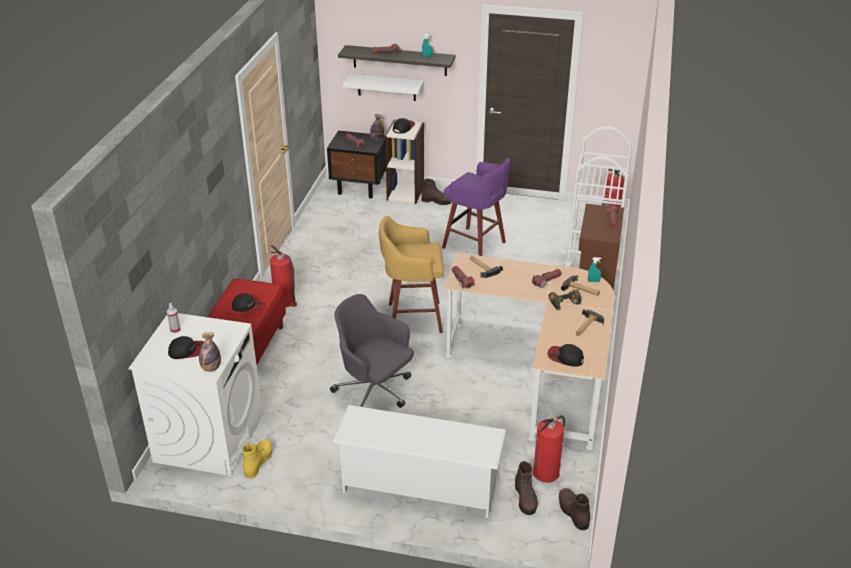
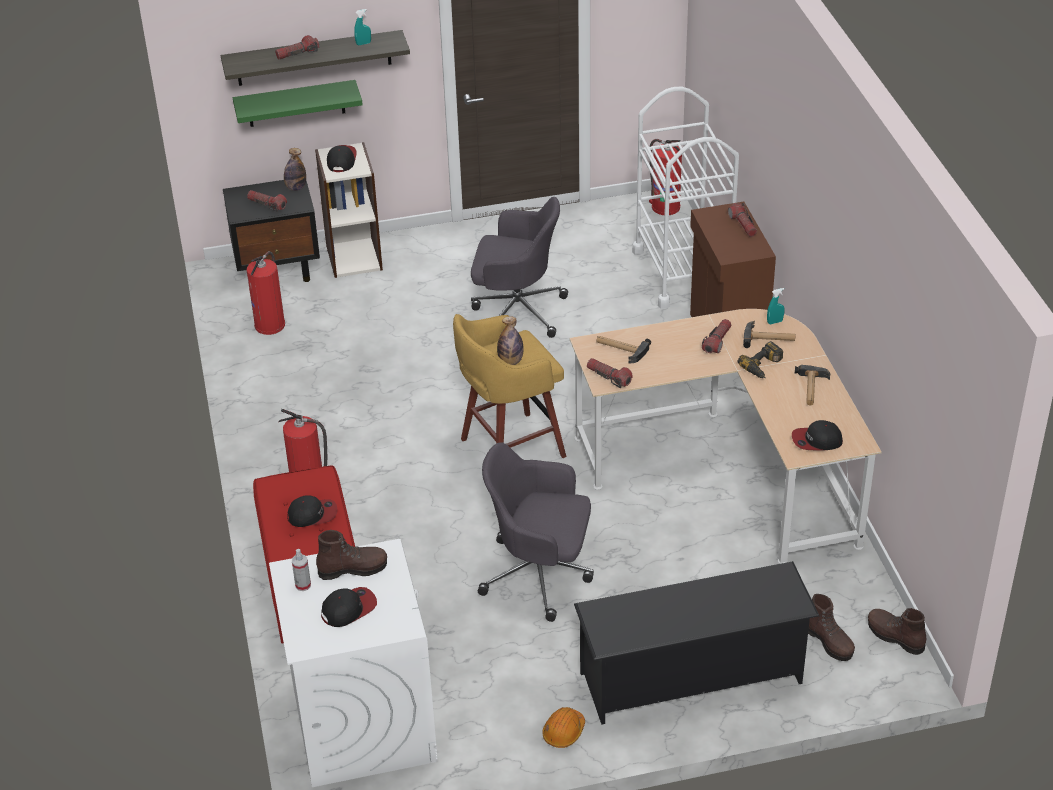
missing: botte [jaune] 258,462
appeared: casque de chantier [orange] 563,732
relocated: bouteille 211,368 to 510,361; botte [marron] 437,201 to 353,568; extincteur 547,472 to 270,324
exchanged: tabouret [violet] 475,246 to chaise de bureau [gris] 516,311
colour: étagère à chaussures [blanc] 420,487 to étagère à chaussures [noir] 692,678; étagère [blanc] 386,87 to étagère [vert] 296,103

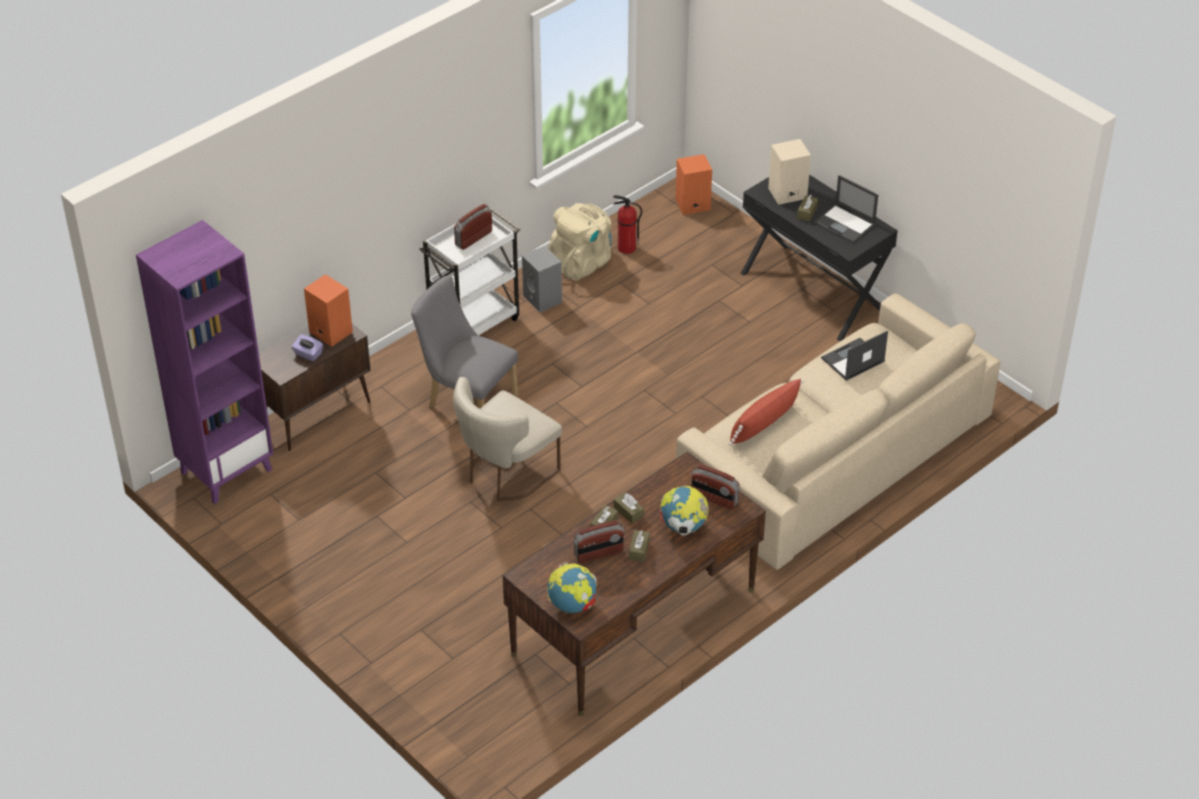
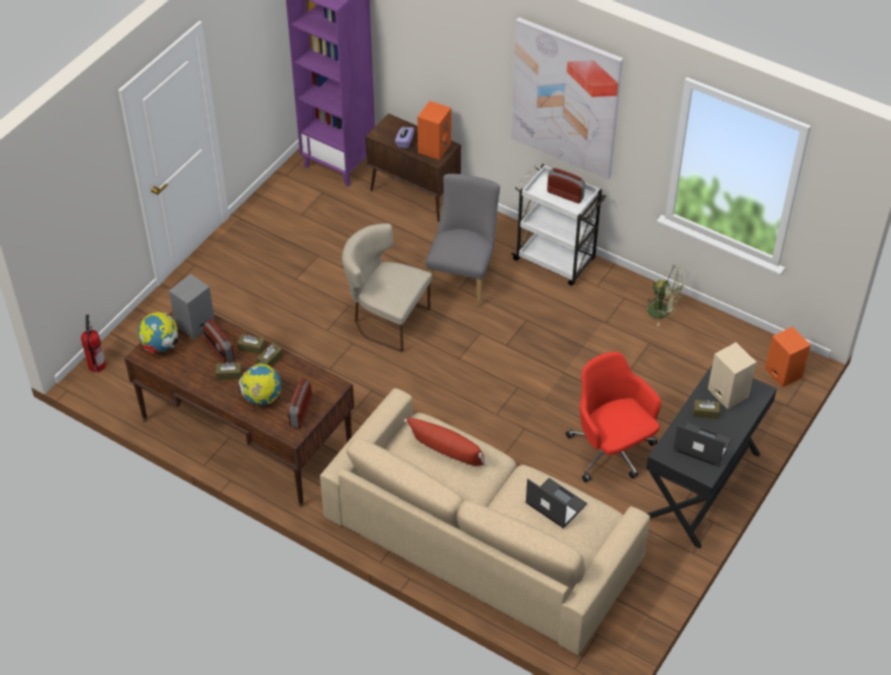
appeared: tableau 566,98; chaise de bureau [rouge] 611,451
relocated: enceinte [gris] 543,299 to 195,325; extincteur 626,248 to 96,364
exchanged: sac à dos [beige] 581,263 to ventilateur [vert] 663,312
spun: ordinateur portable 845,224 = 701,444 90 degrees clockwise

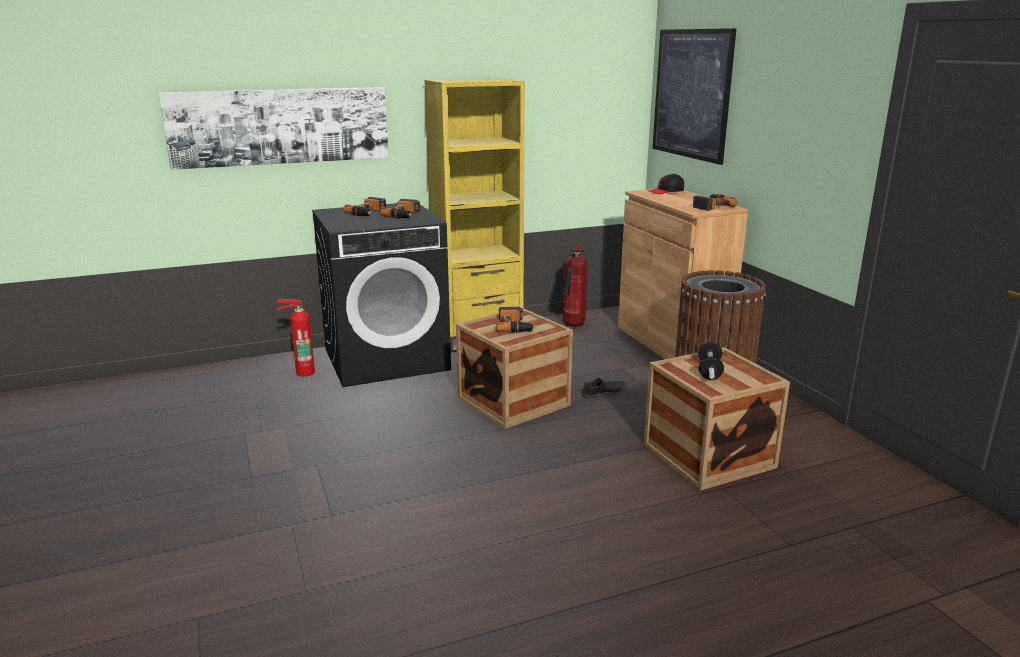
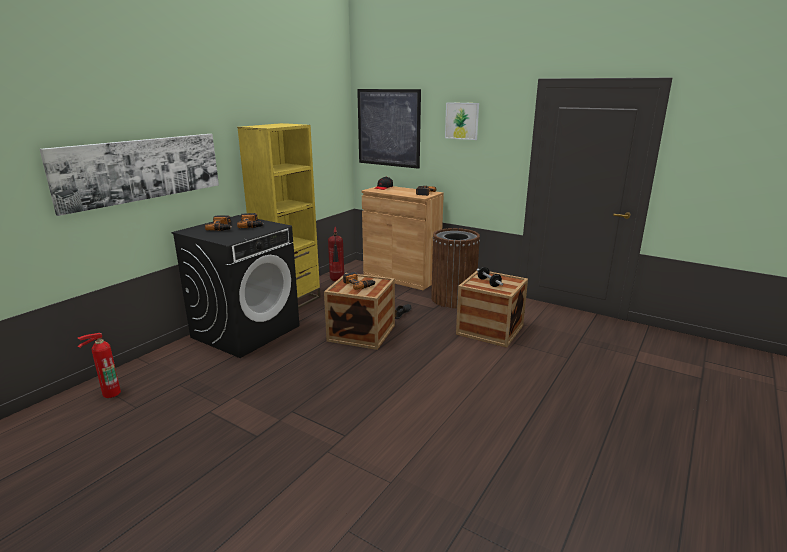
appeared: tableau 462,121
relocated: extincteur 303,372 to 109,393

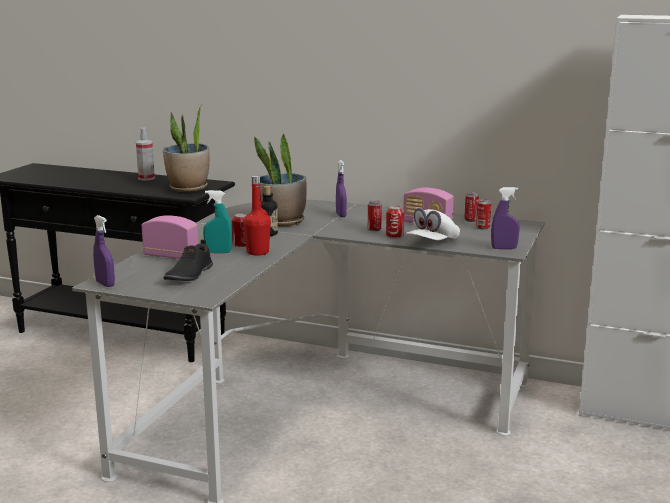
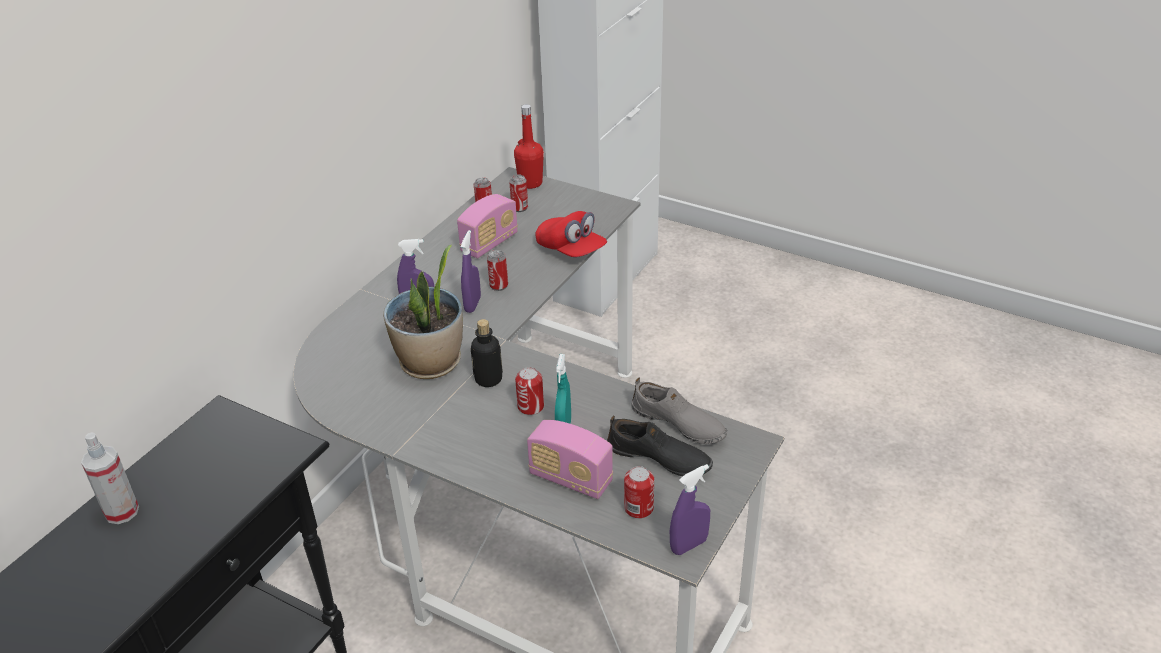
missing: plante en pot 188,188
appeared: chaussure [gris] 678,424
relocated: bouteille [rouge] 257,252 to 530,183; boîte métallique 394,235 to 638,508; vaporisateur [violet] 504,248 to 472,304
colour: casquette [blanc] 432,243 to casquette [rouge] 571,250
spun: radio 171,256 = 570,479 90 degrees counterclockwise

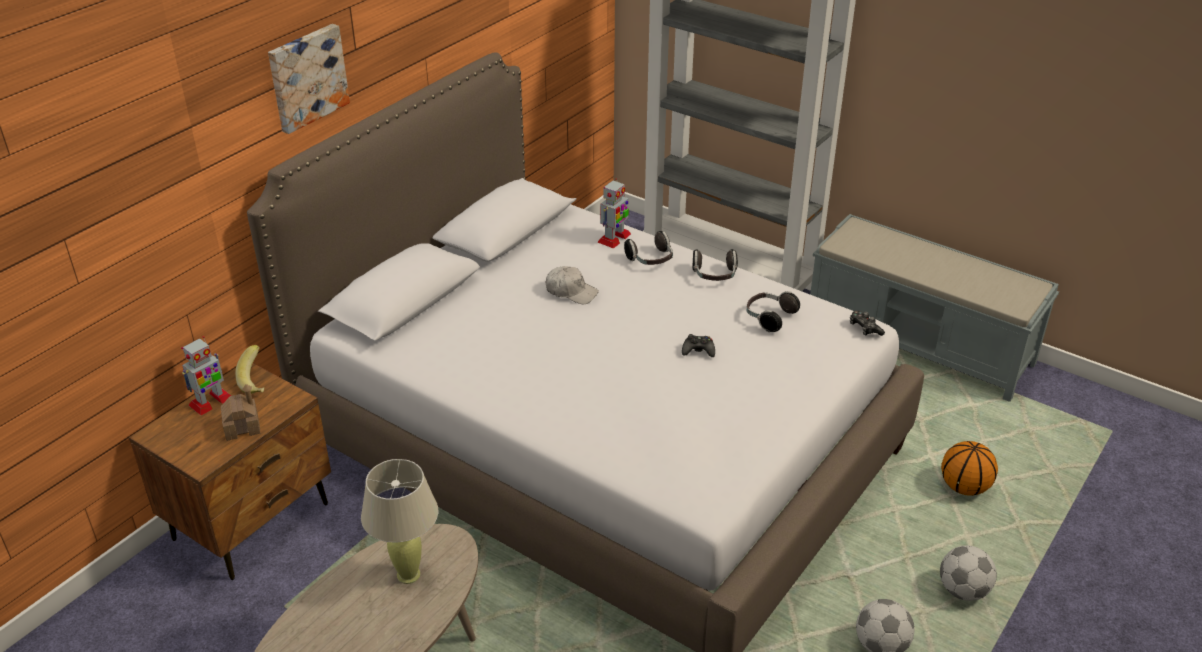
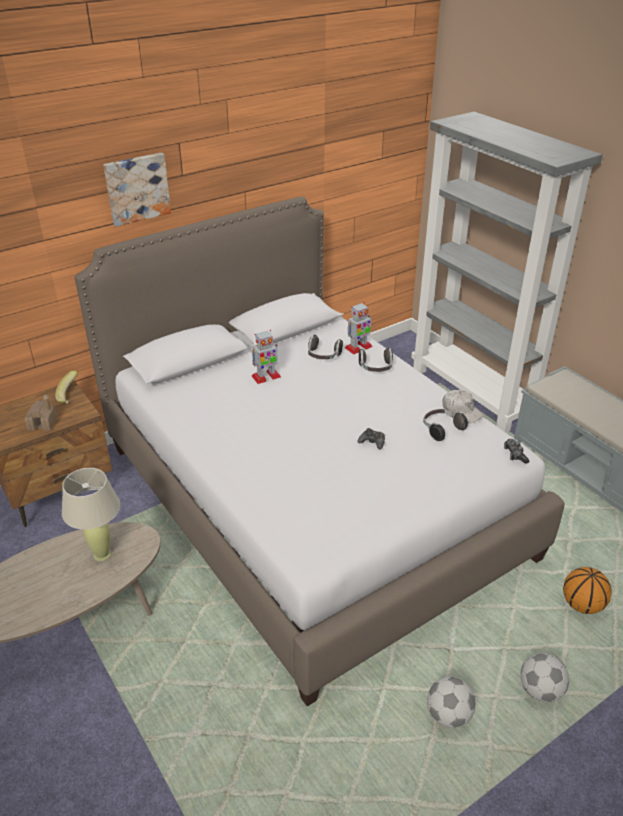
relocated: robot jouet 210,402 to 266,377; casquette [blanc] 571,291 to 462,411; casque audio 714,276 to 323,356

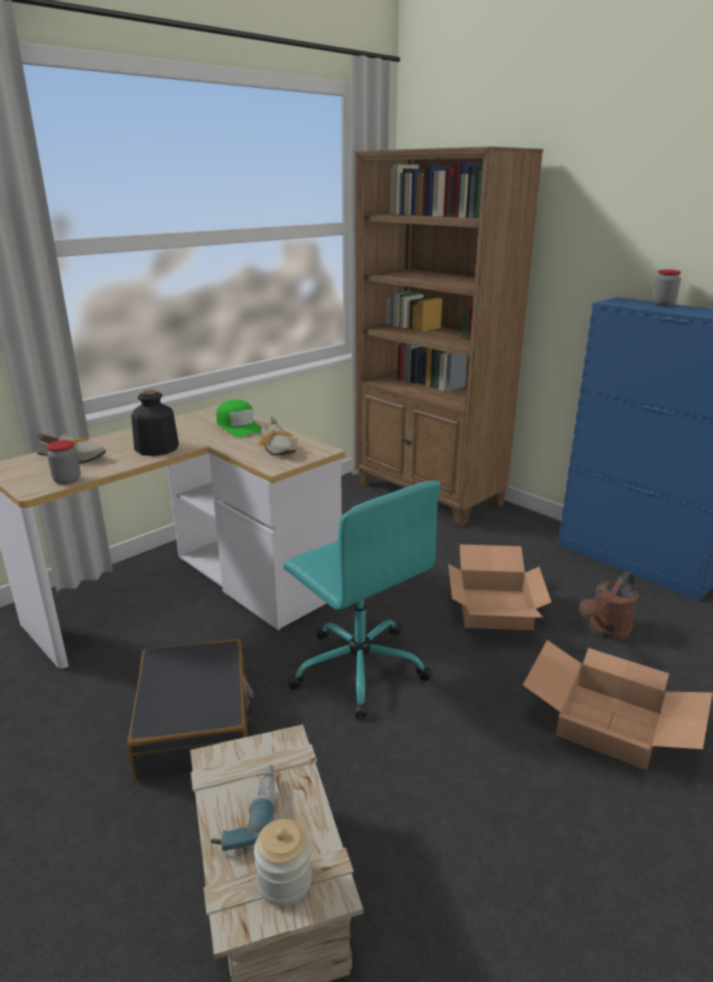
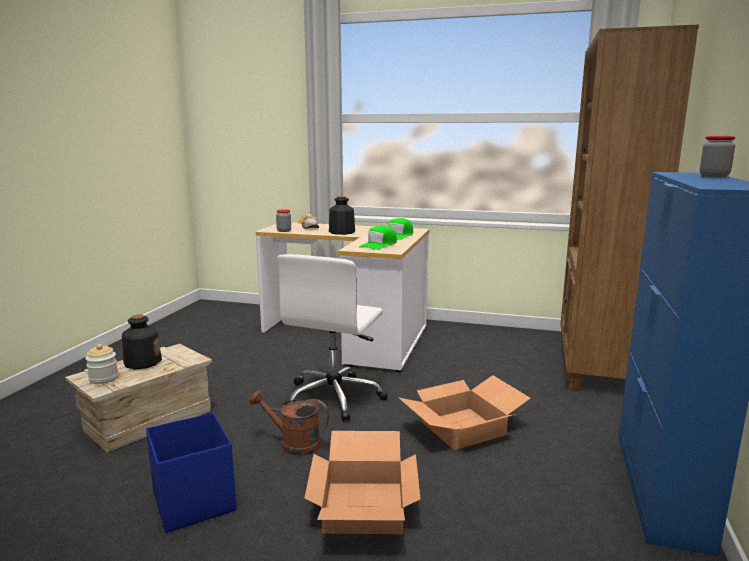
missing: valise [noir] 196,723
appeared: boîte de rangement [bleu] 194,500
relocated: arrosoir [marron] 606,631 to 293,444
exchanged: perceuse 248,812 to bouteille 142,362; chaussure 278,448 to casquette [vert] 379,245
colour: chaise de bureau [turquoise] 358,667 to chaise de bureau [blanc] 335,397

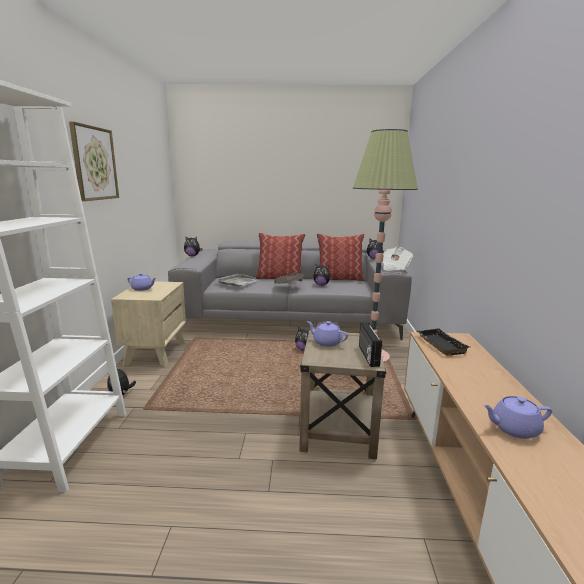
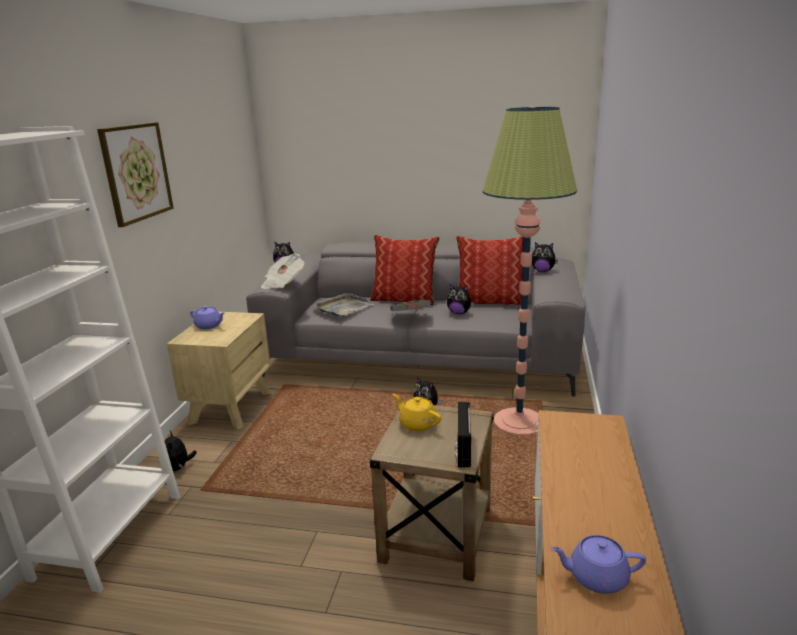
missing: plateau [noir] 439,345
relocated: journal 394,268 to 283,283
colour: théière [violet] 326,342 to théière [jaune] 417,424

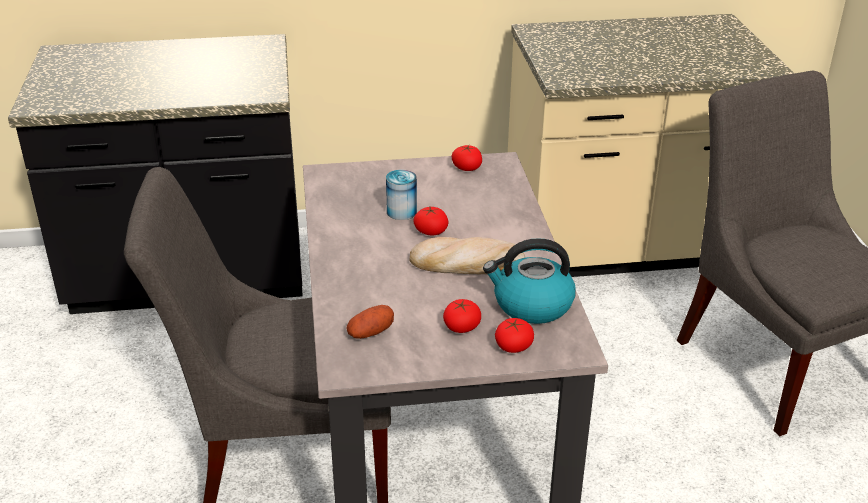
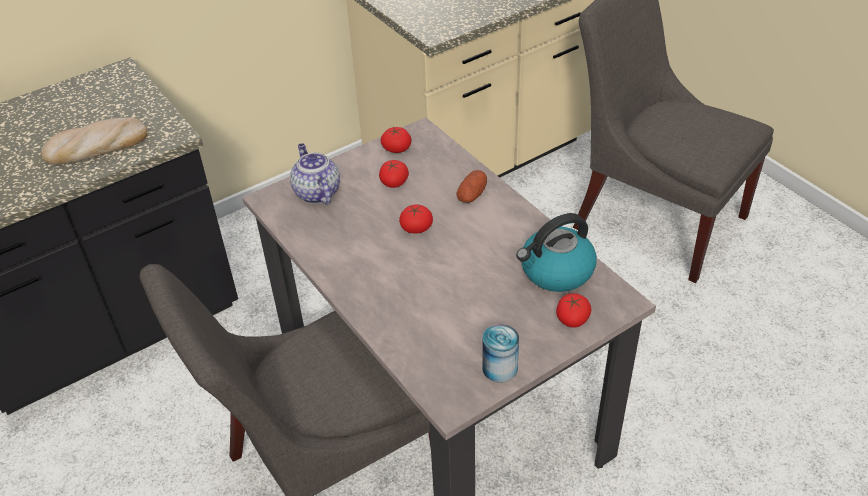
appeared: théière 316,192
relocated: pomme de terre 370,332 to 472,195; boîte métallique 401,212 to 499,368; pain 467,263 to 96,146; tomate 461,327 to 394,182

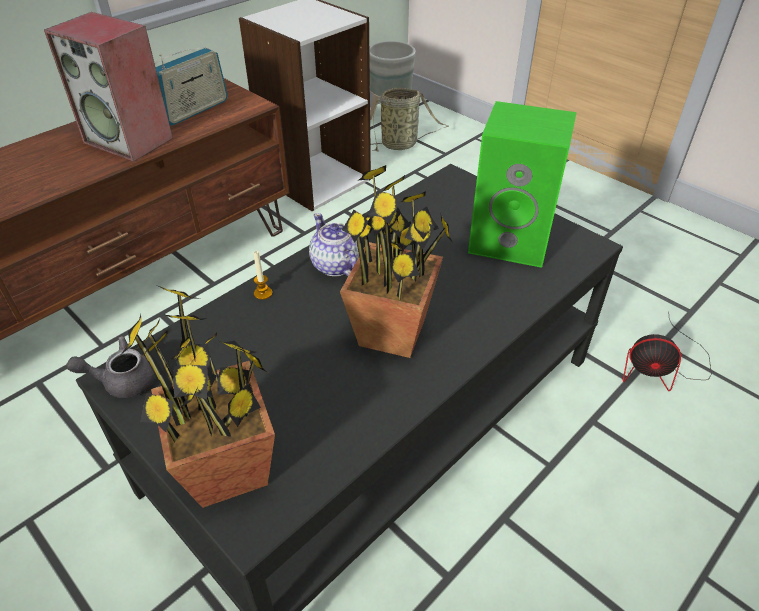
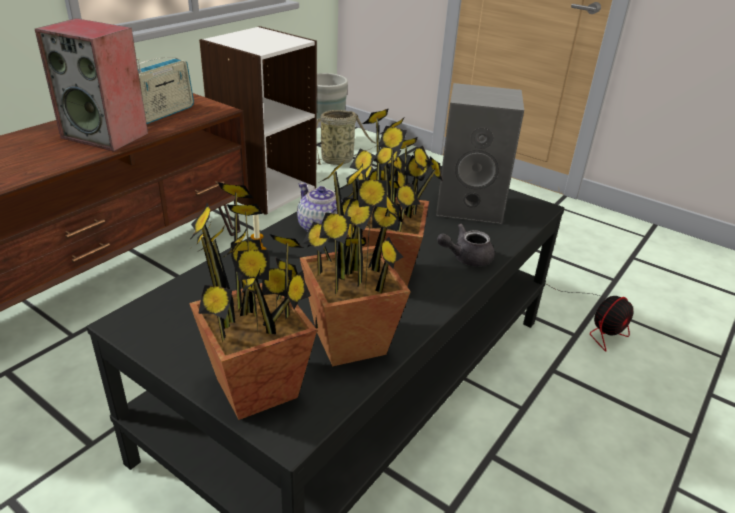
appeared: plante en pot 349,341
relocated: théière [gris] 122,380 to 465,258
colour: enceinte [vert] 512,240 to enceinte [gris] 471,205
spun: ventilateur 661,368 = 601,324 45 degrees counterclockwise

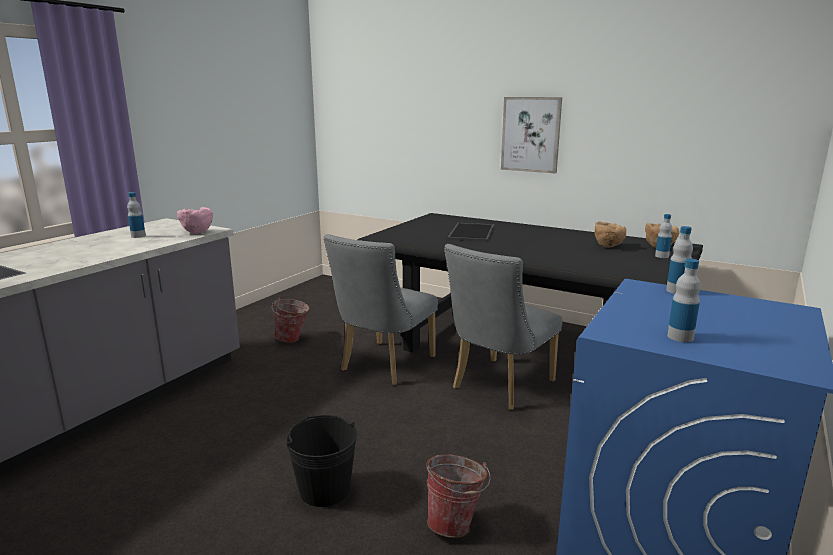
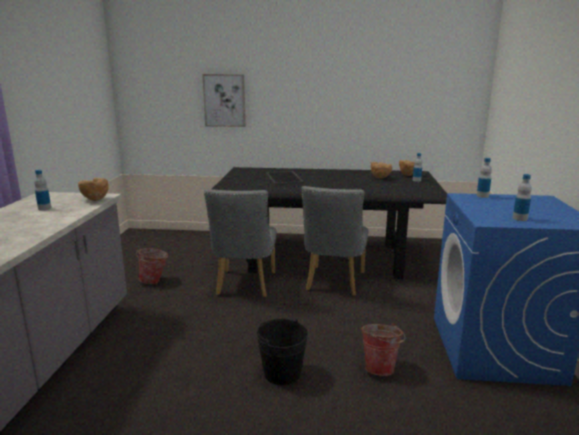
relocated: tableau 531,134 to 224,100
colour: bol [rose] 197,232 to bol [marron] 95,199

